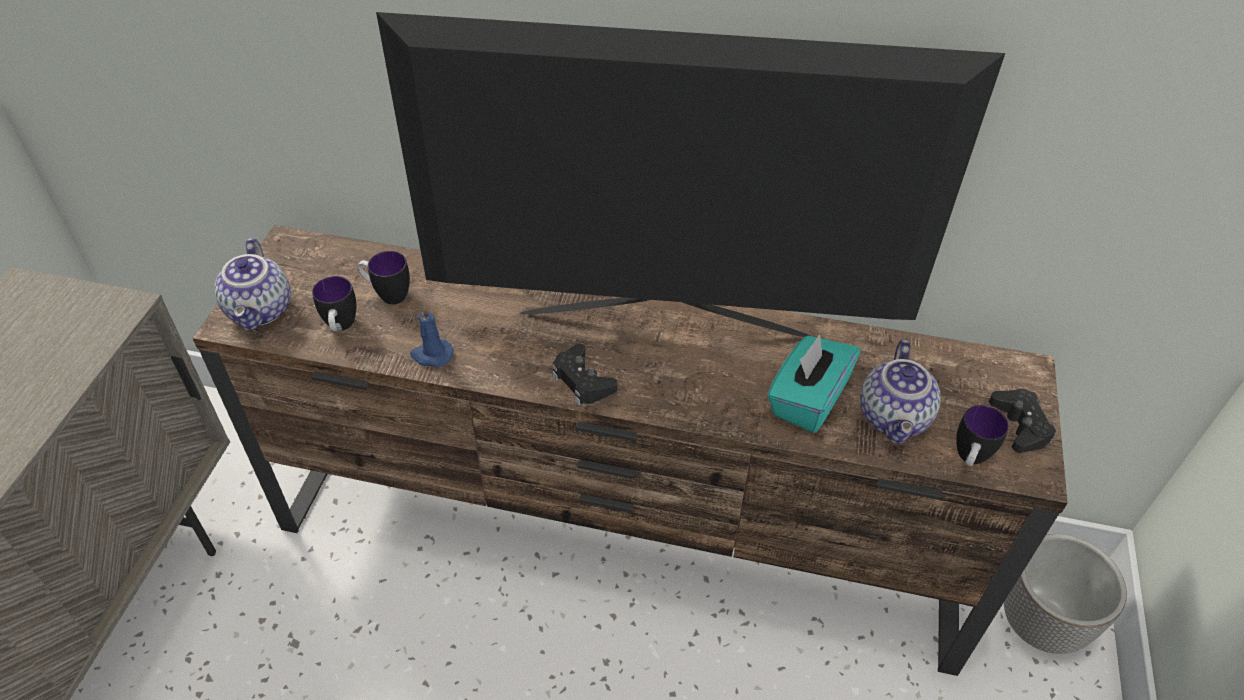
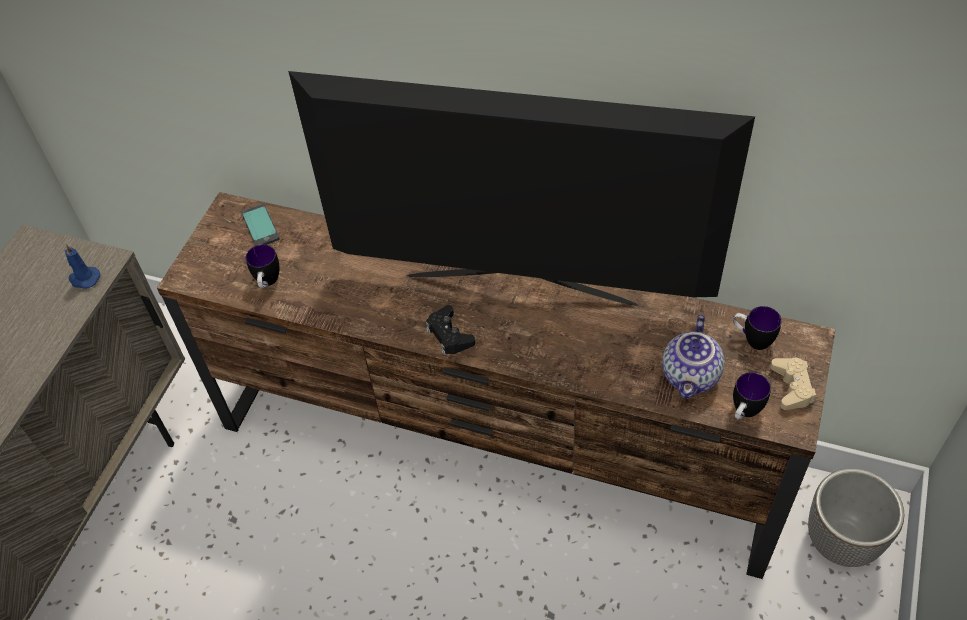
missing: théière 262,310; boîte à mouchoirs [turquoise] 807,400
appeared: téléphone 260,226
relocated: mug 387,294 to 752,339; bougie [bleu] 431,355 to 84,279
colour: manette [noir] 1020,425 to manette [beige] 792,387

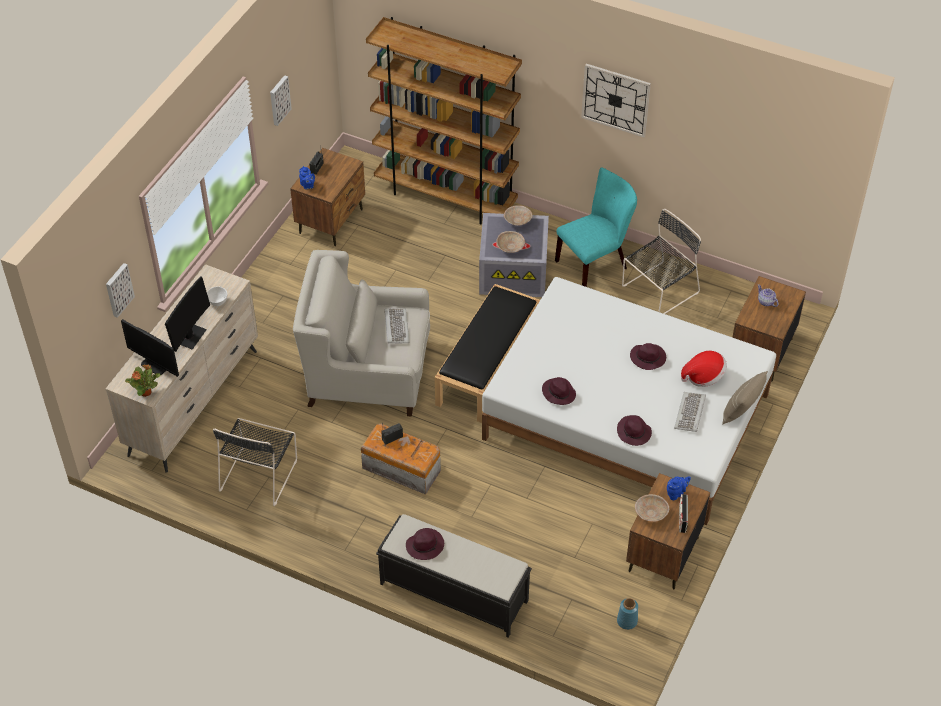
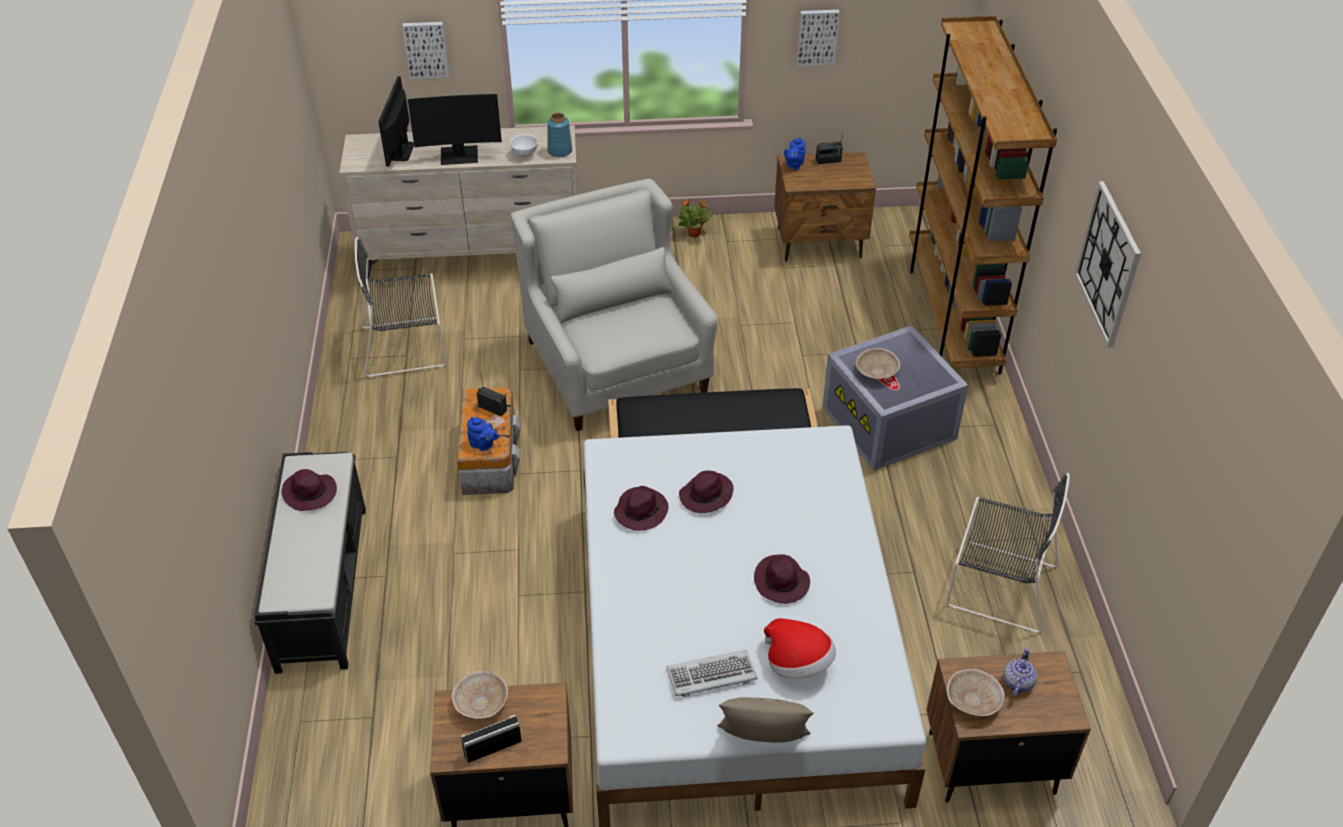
missing: clavier 396,327; chaise [turquoise] 595,263
relocated: plante en pot 146,392 to 695,234; bol [beige] 518,220 to 973,701; chapeau [violet] 634,432 to 706,496; vase [bleu] 626,621 to 559,151; théière [bleu] 676,493 to 483,445

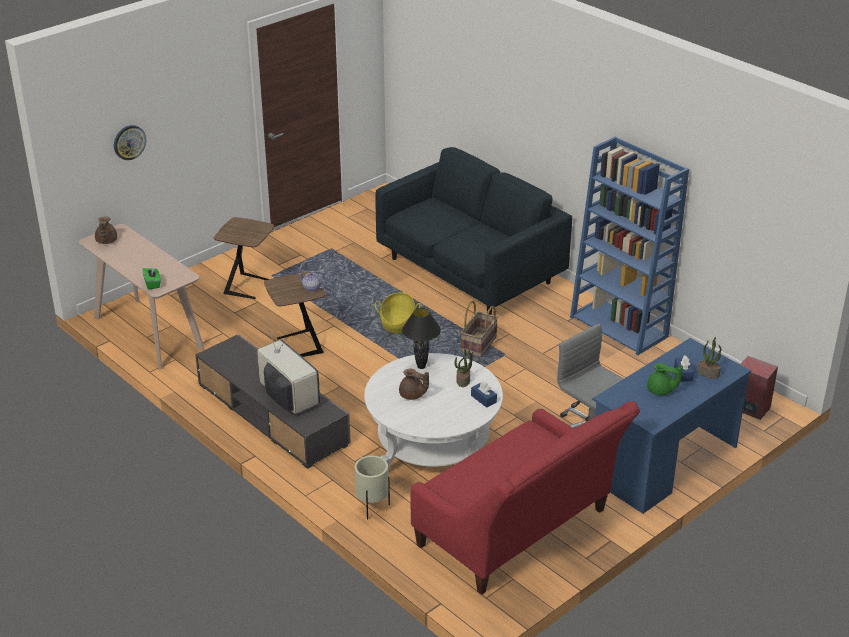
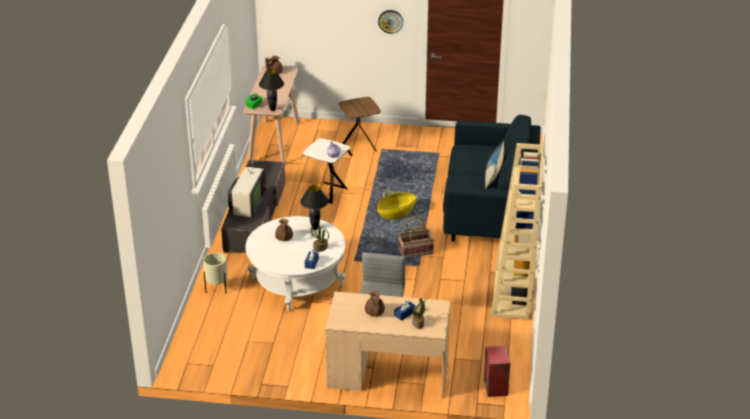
missing: canapé [rouge] 519,533
appeared: lampe de table [noir] 272,109; coussin 494,175
relocated: horloge murale 129,142 to 390,21
colour: table d'appoint [marron] 298,346 to table d'appoint [blanc] 327,193; bibliothèque [bleu] 620,327 to bibliothèque [beige] 512,295; bureau [bleu] 663,463 to bureau [beige] 387,375; théière [vert] 661,391 to théière [marron] 374,313

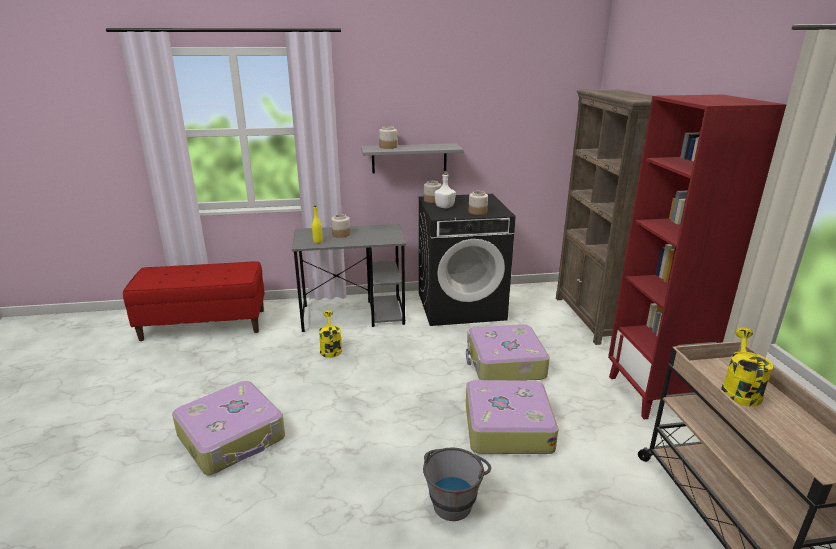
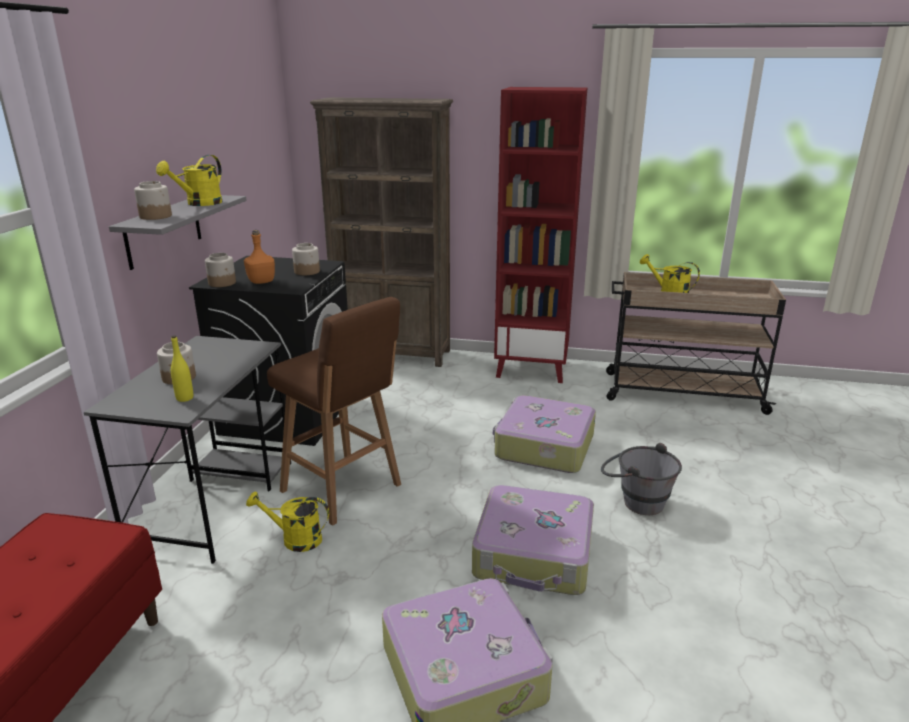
appeared: arrosoir [jaune] 199,204; tabouret [marron] 343,489
relocated: valise 504,364 to 534,554
colour: bouteille [blanc] 444,207 to bouteille [orange] 261,282

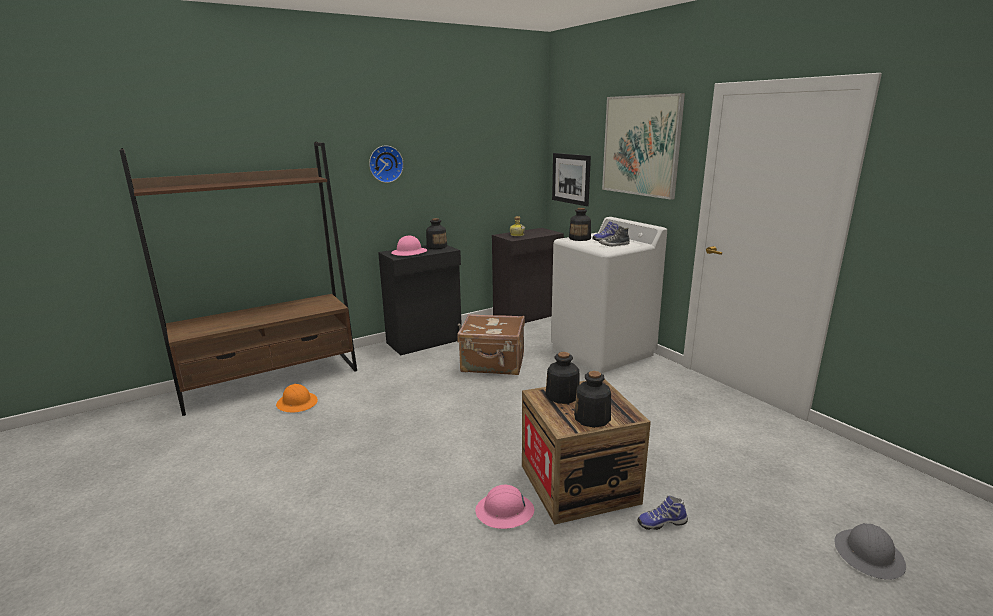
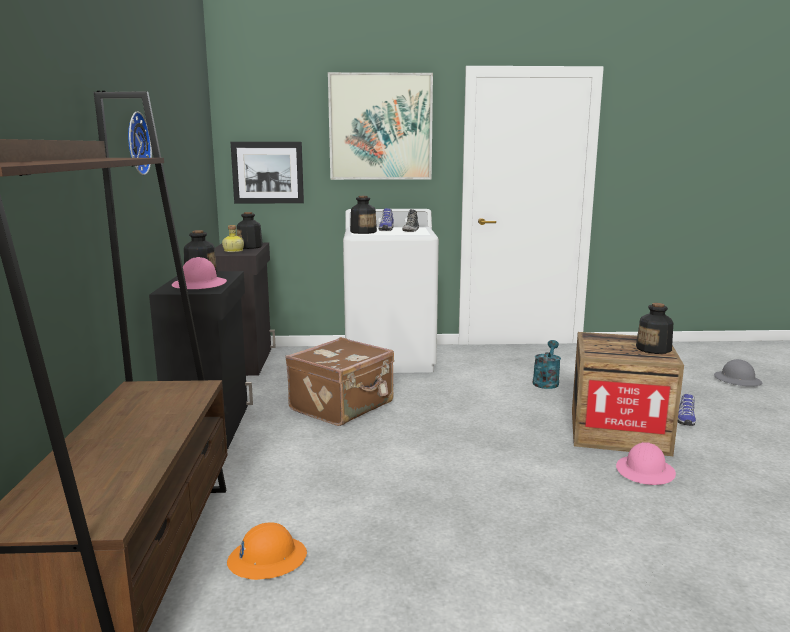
appeared: arrosoir [turquoise] 546,382
relocated: bouteille 562,396 to 250,247

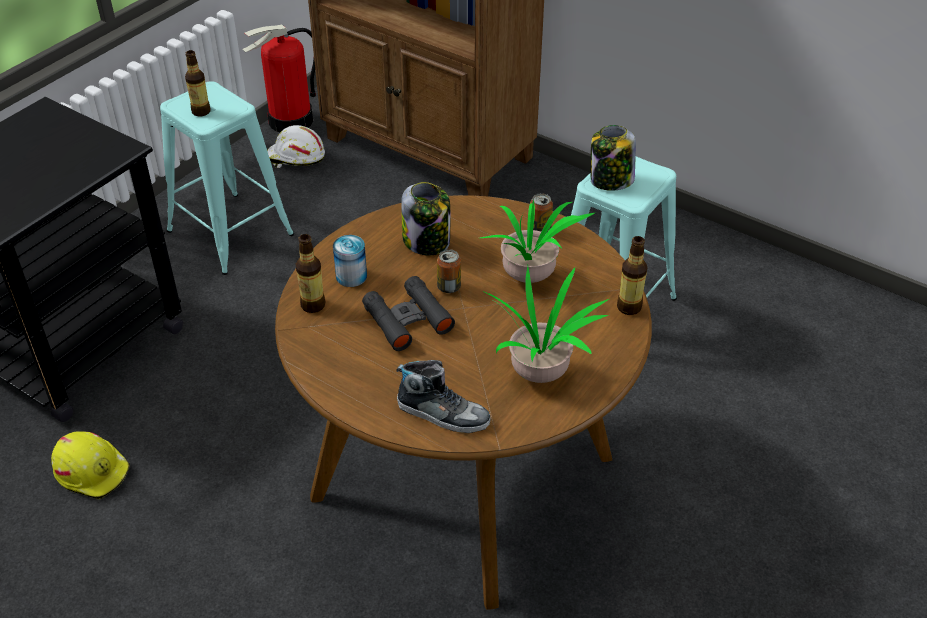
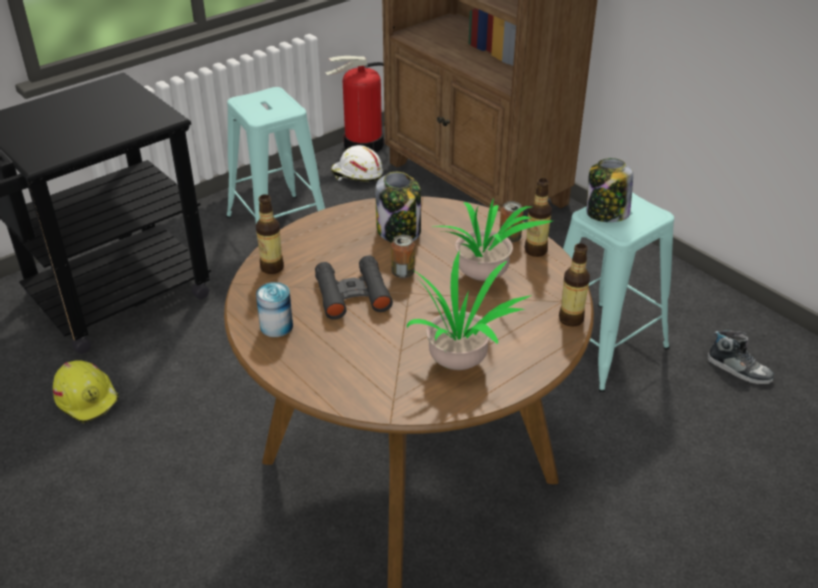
relocated: bouteille 201,111 to 535,250; boîte métallique 351,276 to 276,326; chaussure 443,413 to 739,369

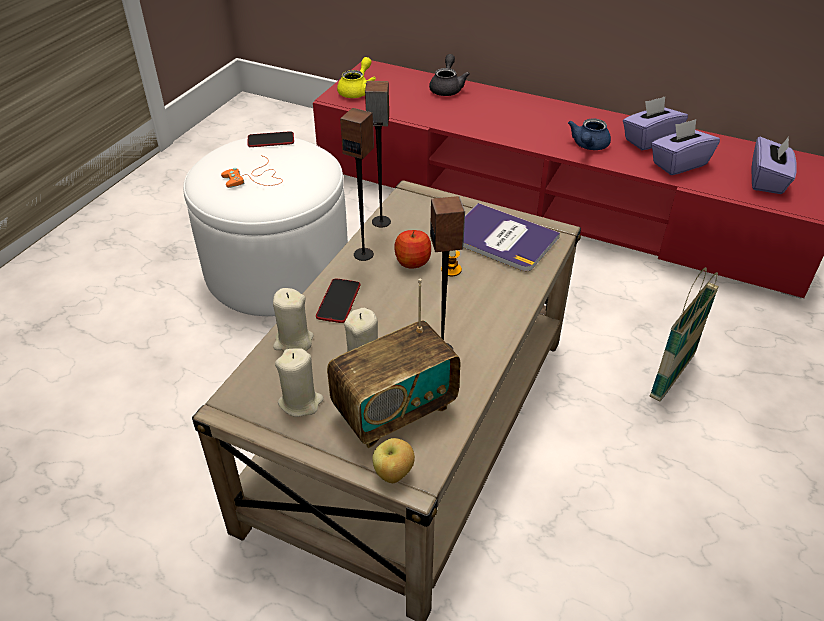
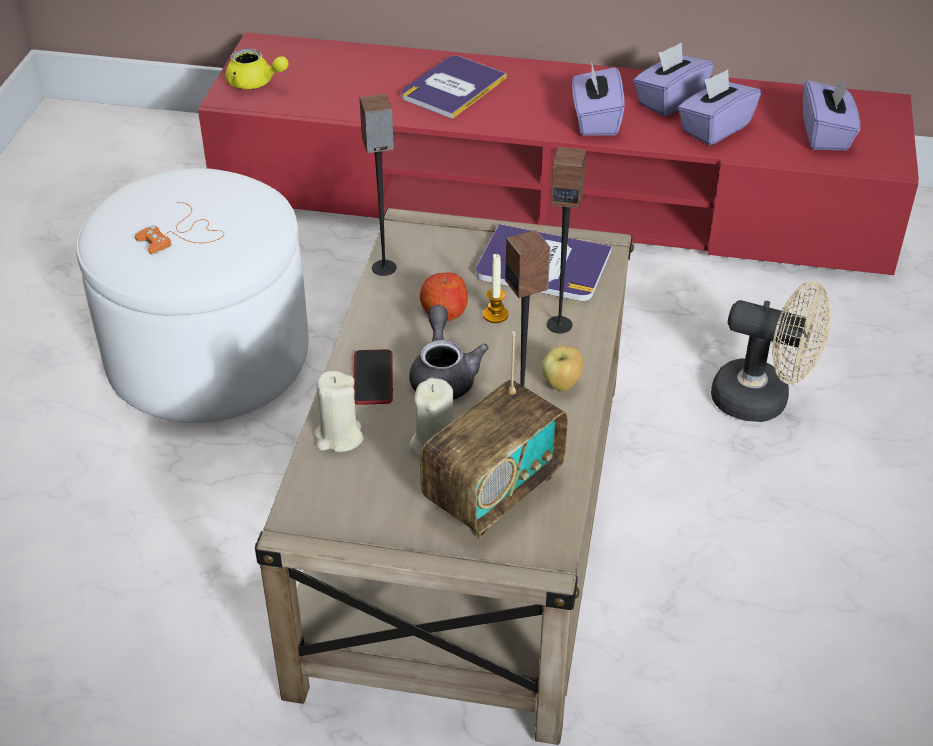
missing: téléphone 271,140; bougie [beige] 301,402
appeared: livre 452,88
relocated: enceinte 364,254 to 559,324; pomme 393,474 to 562,385; théière [gris] 447,88 to 443,375
exchanged: théière [bleu] 588,146 to boîte à mouchoirs [violet] 595,120; panier 672,376 to ventilateur [beige] 763,400
spun: théière [jaune] 357,91 = 255,83 105 degrees clockwise

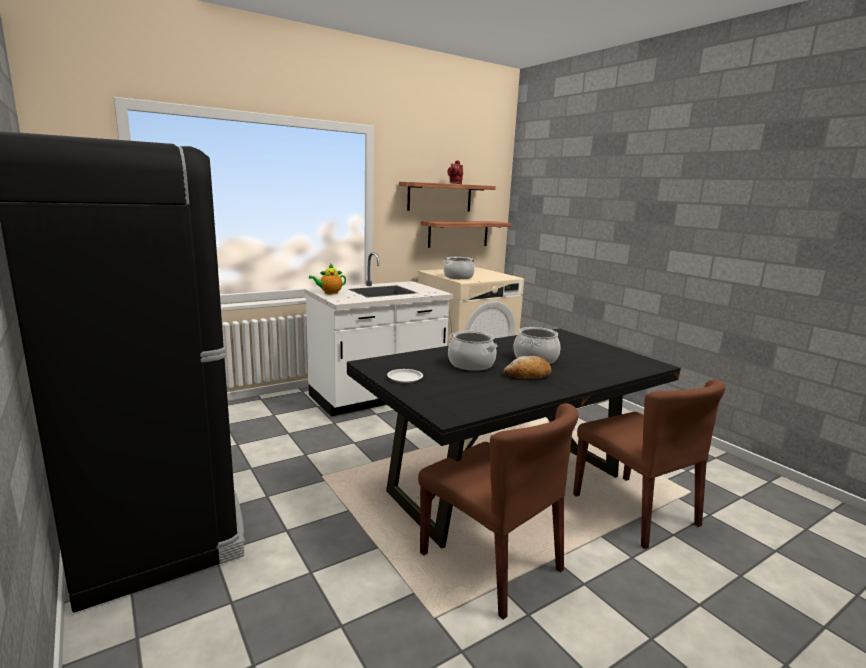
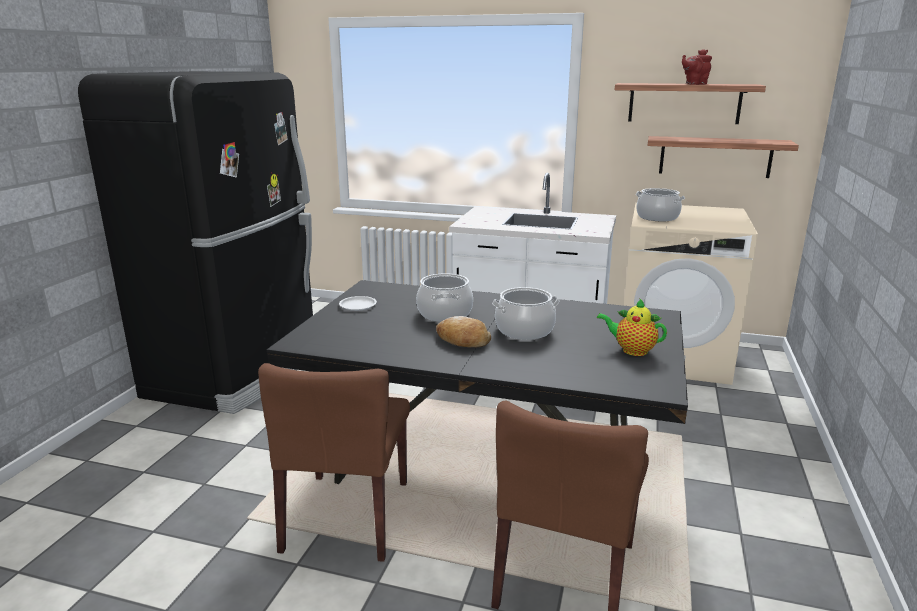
relocated: théière 329,293 to 631,350

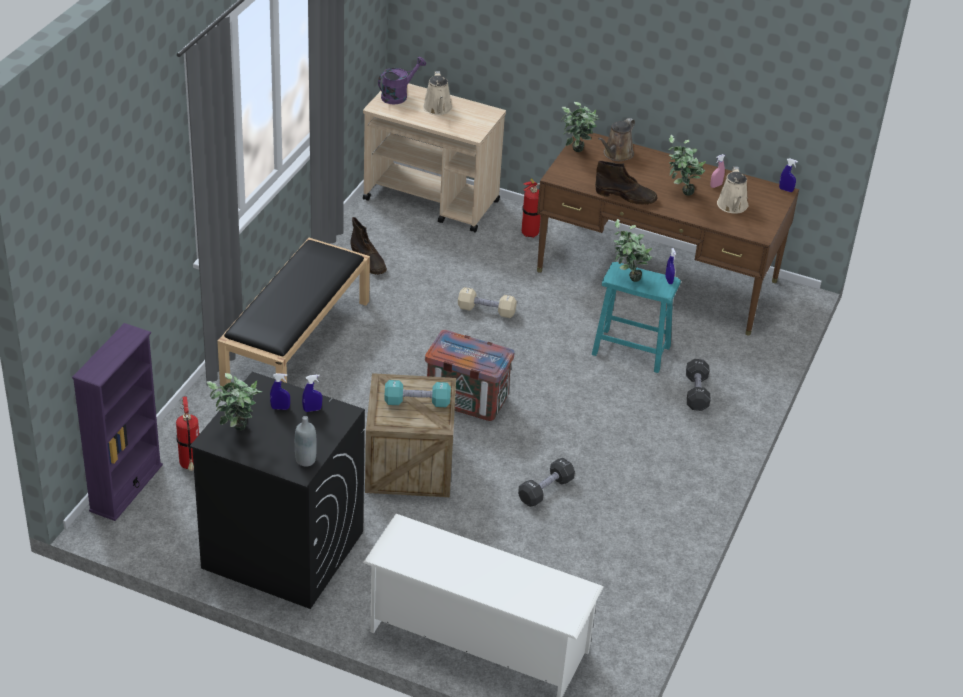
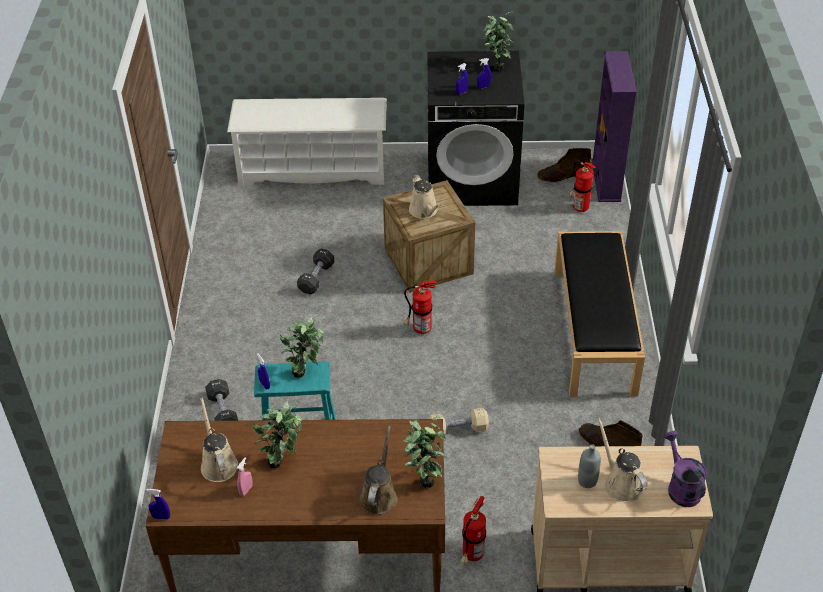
relocated: bouteille [gris] 305,460 to 587,481; botte [marron] 626,196 to 562,177
exchanged: haltère [turquoise] 417,402 to arrosoir [beige] 424,211; caisse 466,400 to extincteur 420,329
spun: arrosoir [violet] 398,95 = 681,487 135 degrees clockwise

